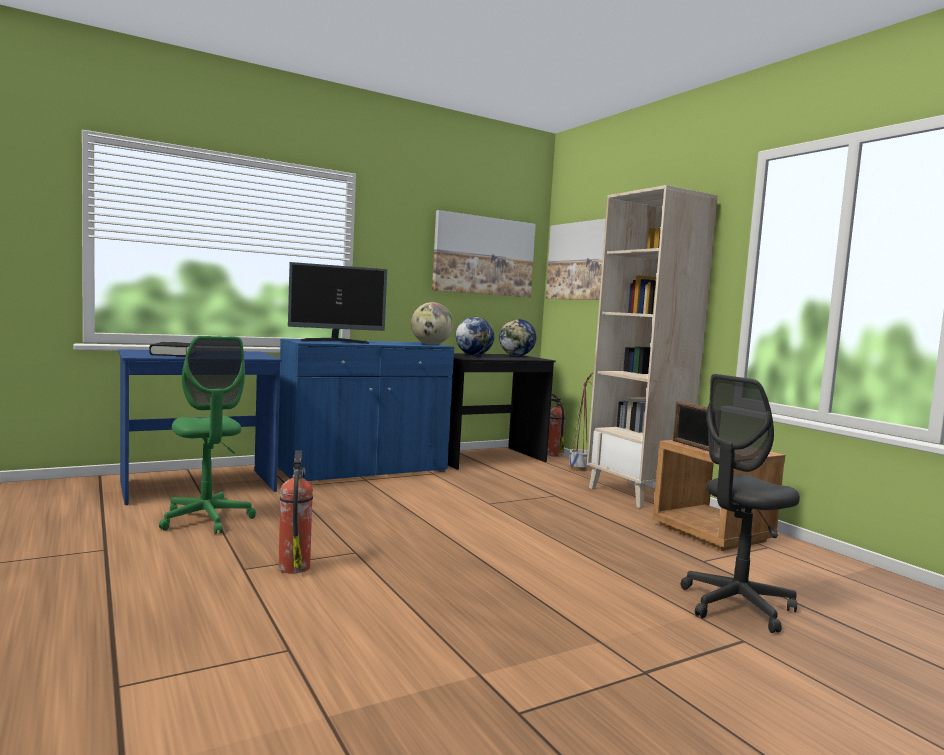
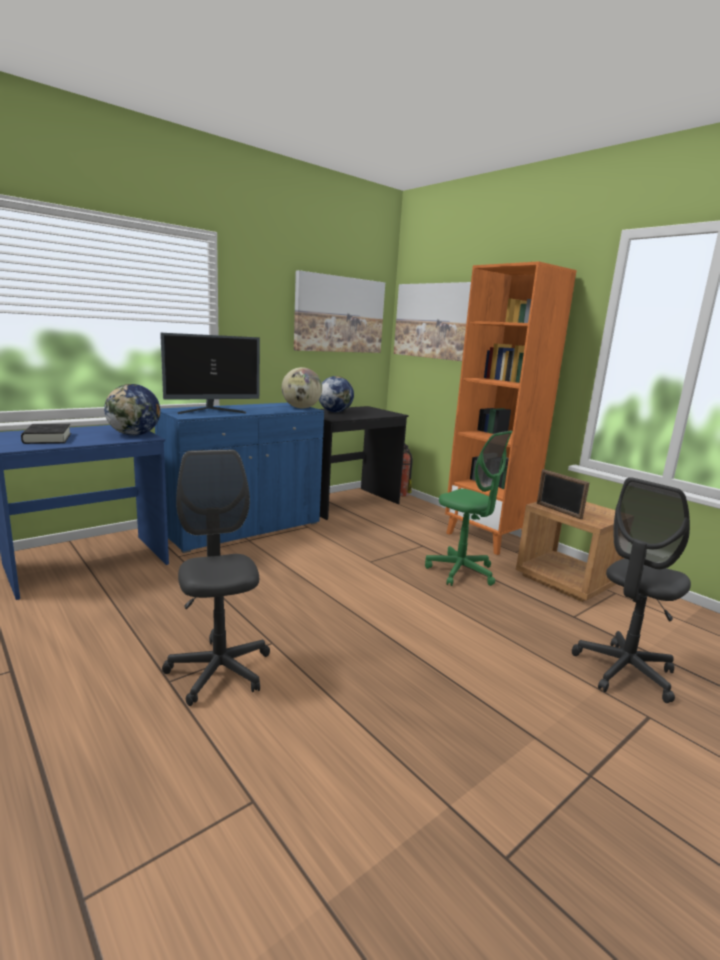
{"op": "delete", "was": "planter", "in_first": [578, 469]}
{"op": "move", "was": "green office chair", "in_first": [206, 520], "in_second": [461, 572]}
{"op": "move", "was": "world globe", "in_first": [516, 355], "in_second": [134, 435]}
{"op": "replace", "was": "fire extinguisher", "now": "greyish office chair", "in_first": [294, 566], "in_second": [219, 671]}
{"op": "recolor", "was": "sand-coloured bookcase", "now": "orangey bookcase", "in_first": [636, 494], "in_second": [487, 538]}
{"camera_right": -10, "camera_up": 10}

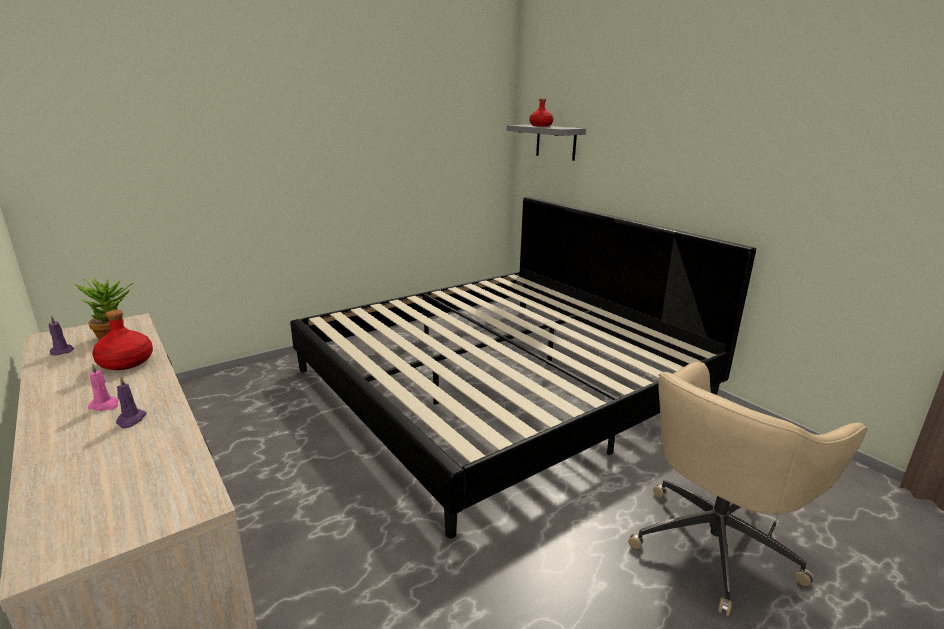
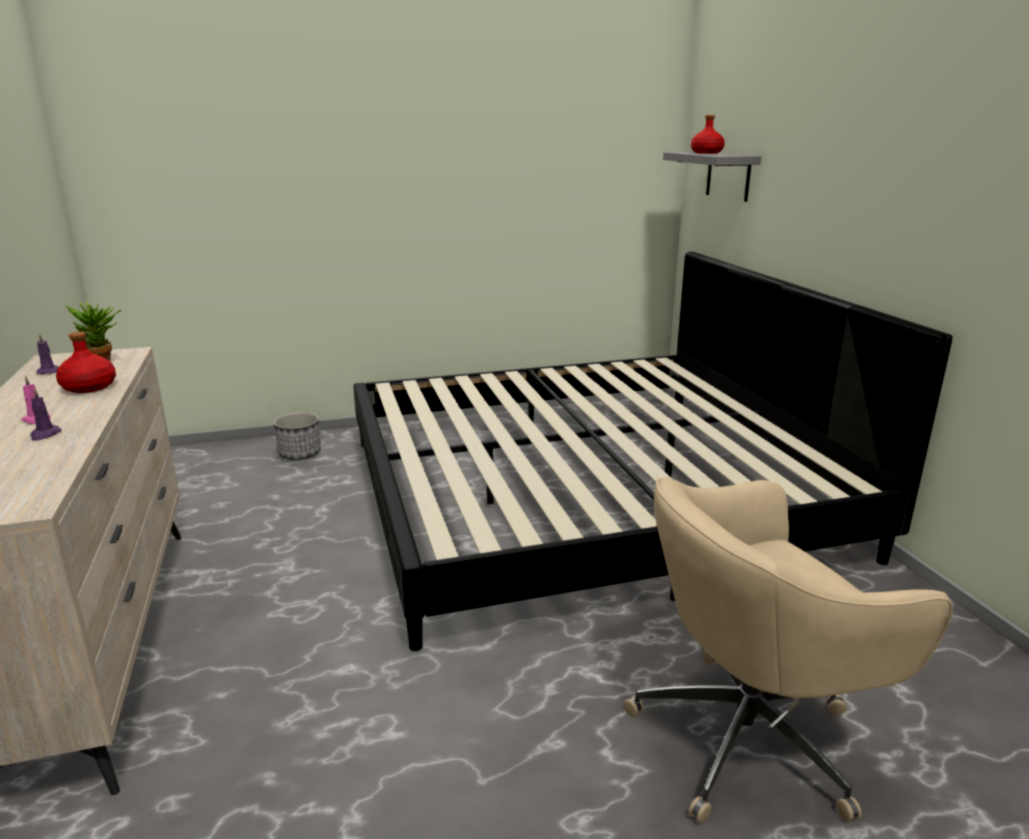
{"op": "insert", "now": "planter", "in_second": [300, 454]}
{"camera_right": 20, "camera_up": 0}

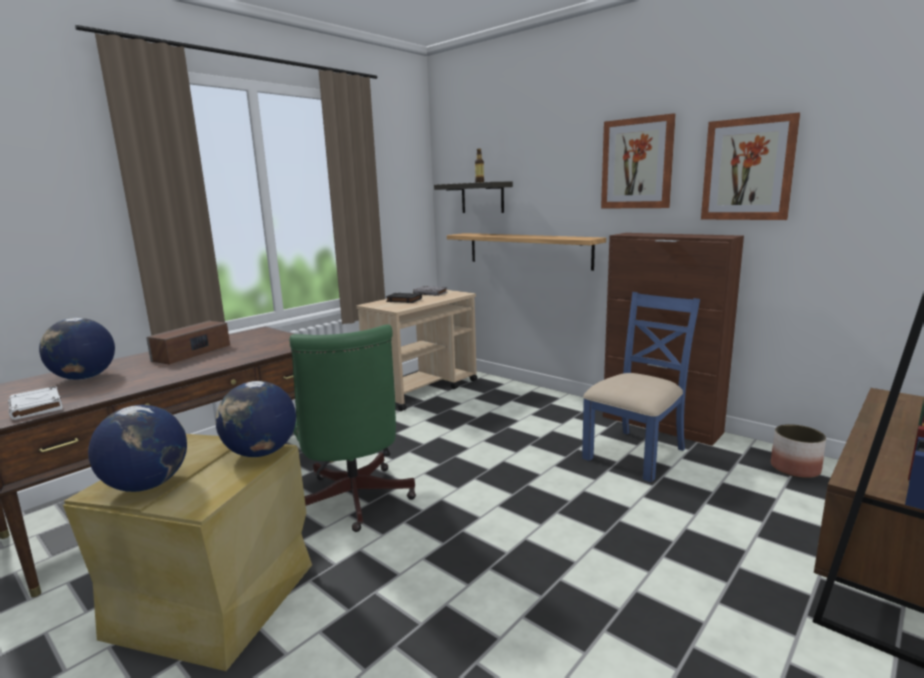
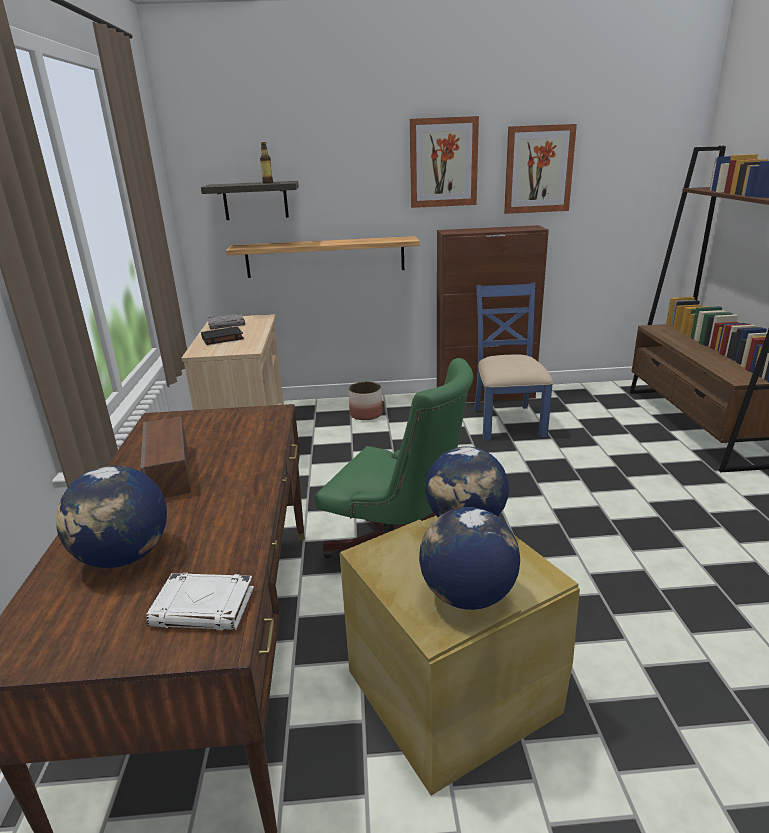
{"op": "move", "was": "planter", "in_first": [795, 468], "in_second": [366, 414]}
{"camera_right": -45, "camera_up": 10}

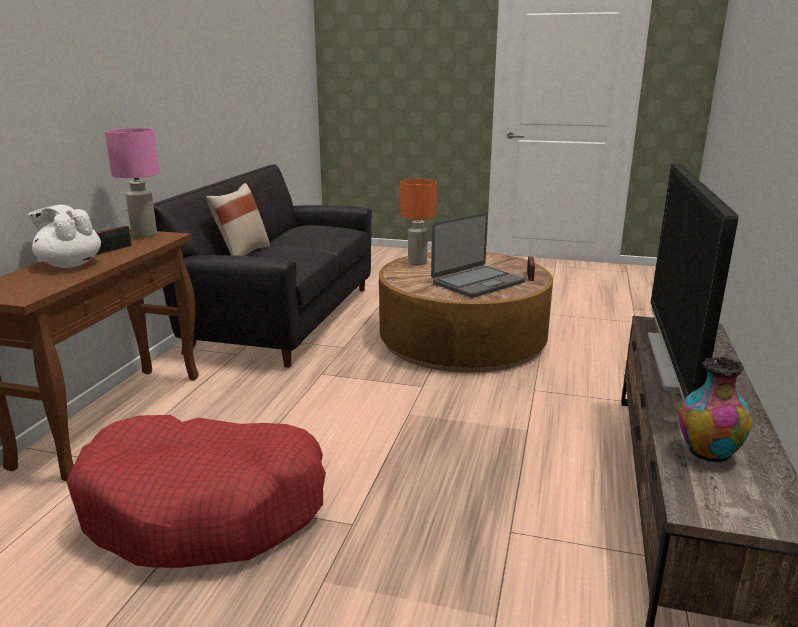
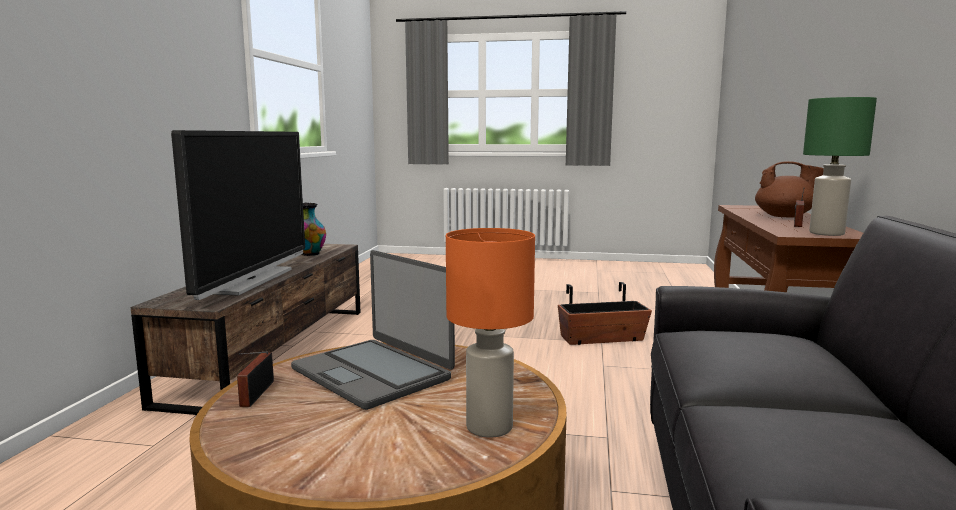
{"op": "delete", "was": "sand-coloured cushion", "in_first": [242, 254]}
{"op": "replace", "was": "red-coloured dog bed", "now": "planter", "in_first": [205, 508], "in_second": [602, 338]}
{"op": "recolor", "was": "whitish tea pot", "now": "brown-coloured tea pot", "in_first": [69, 264], "in_second": [785, 216]}
{"op": "recolor", "was": "pink-coloured tabletop lamp", "now": "green tabletop lamp", "in_first": [143, 235], "in_second": [827, 233]}
{"op": "rotate", "was": "laptop", "in_first": [477, 282], "in_second": [373, 373], "clockwise": -90}
{"camera_right": 175, "camera_up": -10}

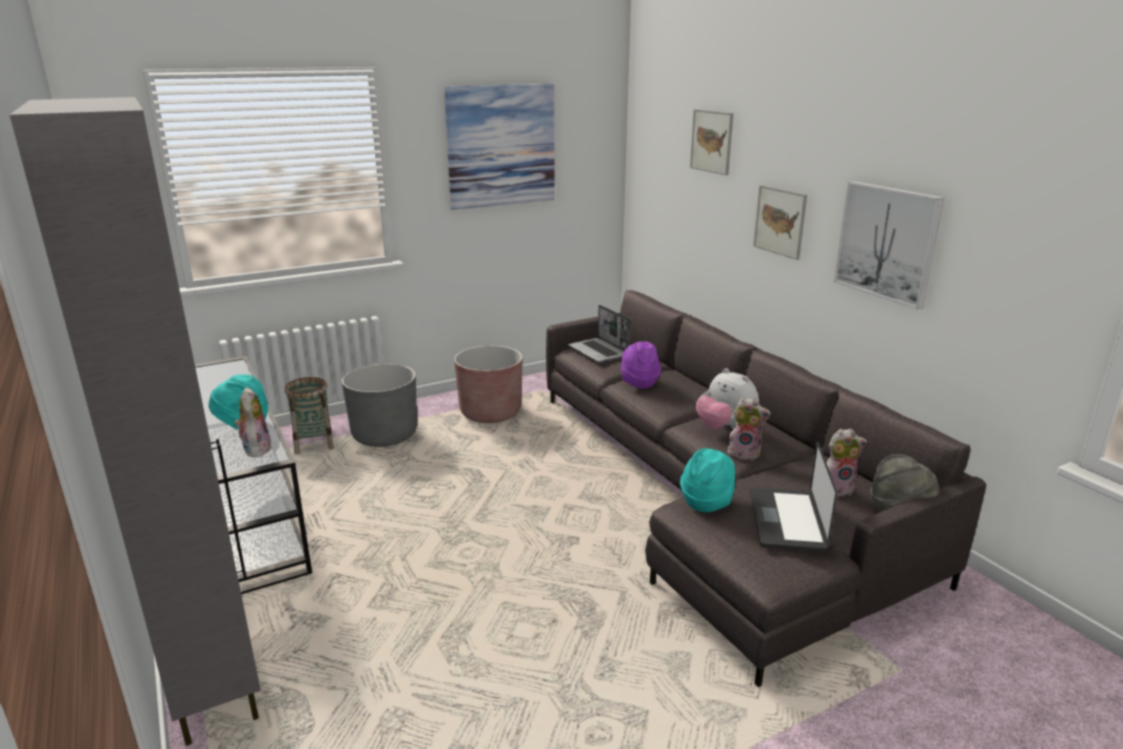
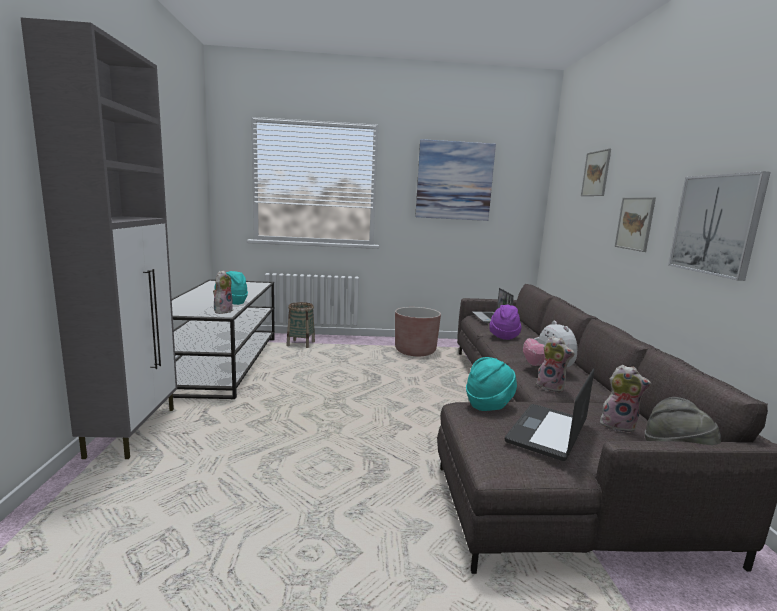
{"op": "delete", "was": "greyish planter", "in_first": [384, 435]}
{"camera_right": 25, "camera_up": -10}

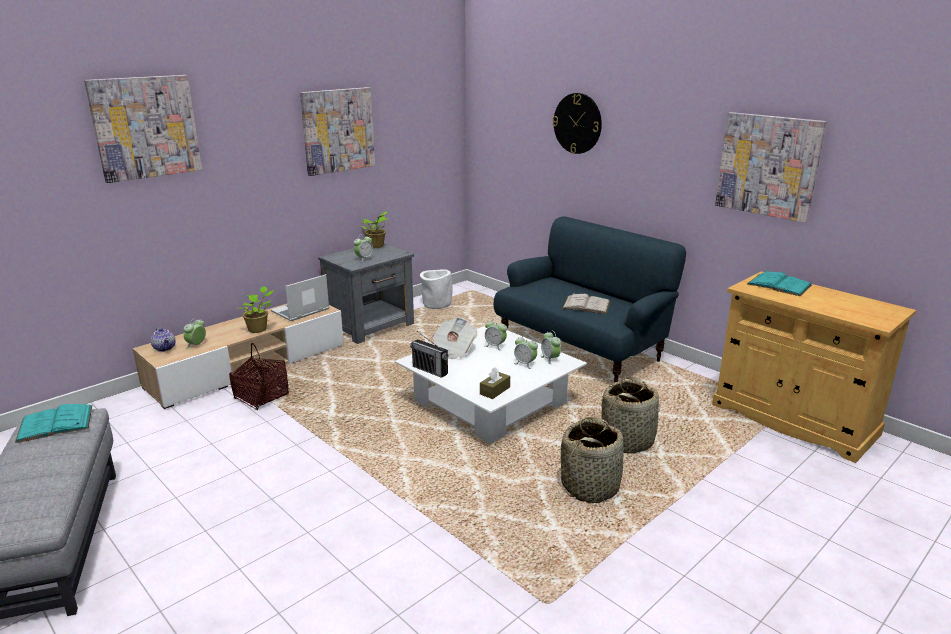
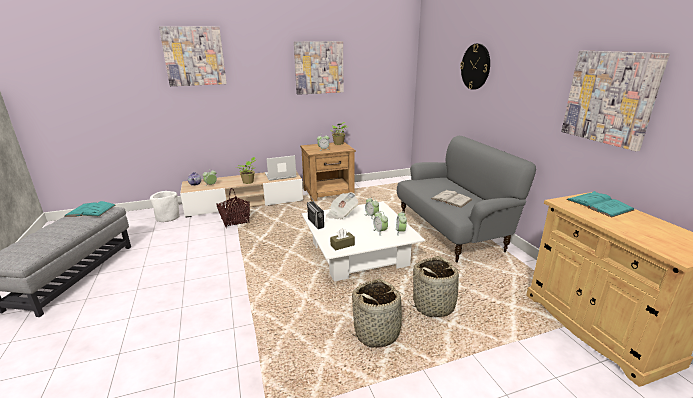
{"op": "move", "was": "whitish planter", "in_first": [436, 304], "in_second": [168, 217]}
{"op": "recolor", "was": "greyish night table", "now": "brown-coloured night table", "in_first": [371, 326], "in_second": [329, 193]}
{"op": "recolor", "was": "blue couch", "now": "greyish couch", "in_first": [580, 348], "in_second": [451, 231]}
{"camera_right": 25, "camera_up": 0}

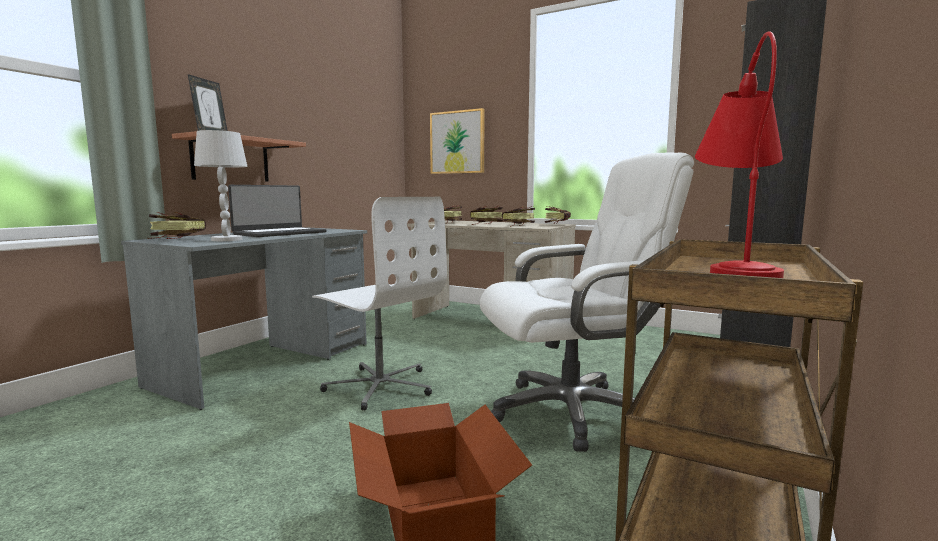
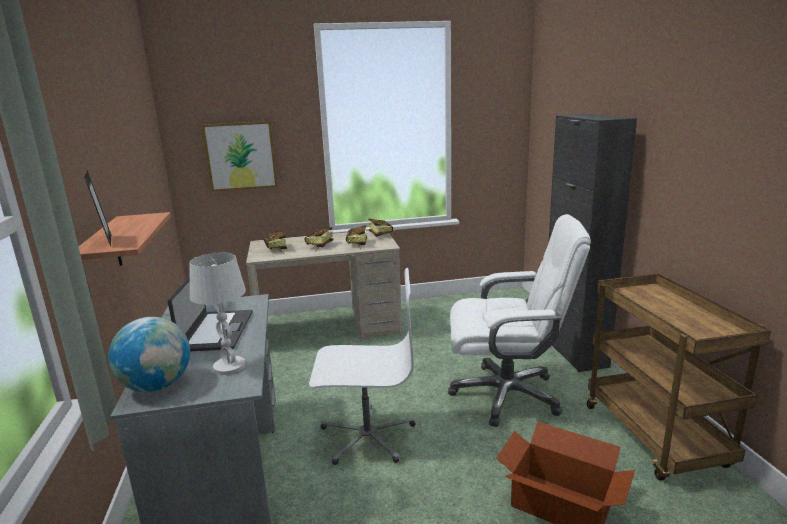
{"op": "delete", "was": "red-coloured tabletop lamp", "in_first": [735, 271]}
{"op": "replace", "was": "bound book", "now": "world globe", "in_first": [174, 238], "in_second": [157, 386]}
{"op": "rotate", "was": "whitish office chair", "in_first": [570, 411], "in_second": [507, 394], "clockwise": 60}
{"camera_right": -40, "camera_up": 10}

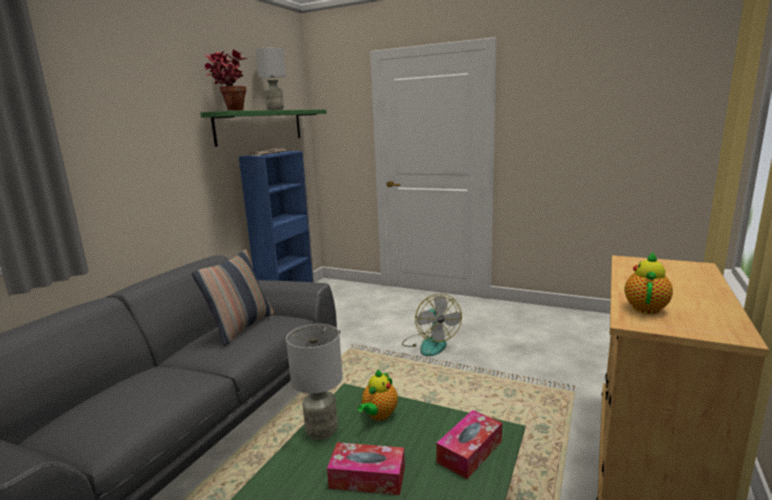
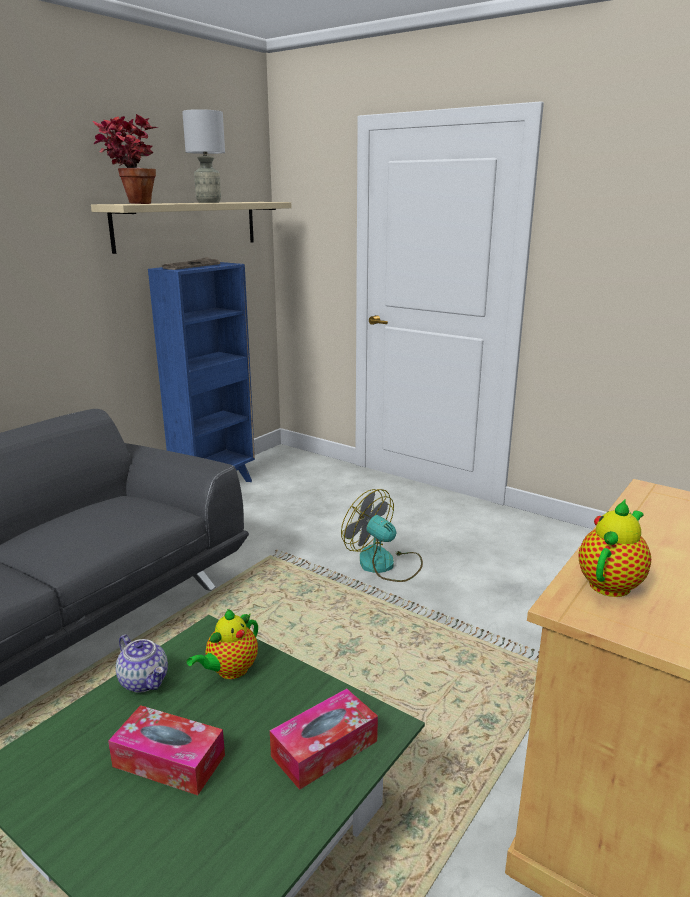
{"op": "delete", "was": "cushion", "in_first": [241, 327]}
{"op": "replace", "was": "greyish tabletop lamp", "now": "tea pot", "in_first": [321, 431], "in_second": [145, 681]}
{"op": "recolor", "was": "green shelf", "now": "sand-coloured shelf", "in_first": [260, 126], "in_second": [187, 225]}
{"op": "rotate", "was": "cooling fan", "in_first": [430, 344], "in_second": [384, 564], "clockwise": 135}
{"camera_right": 10, "camera_up": 5}

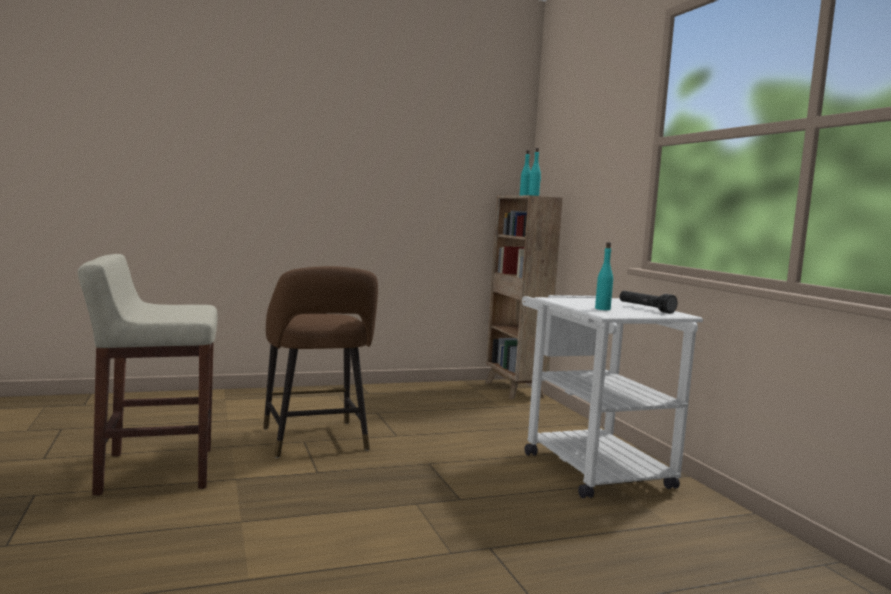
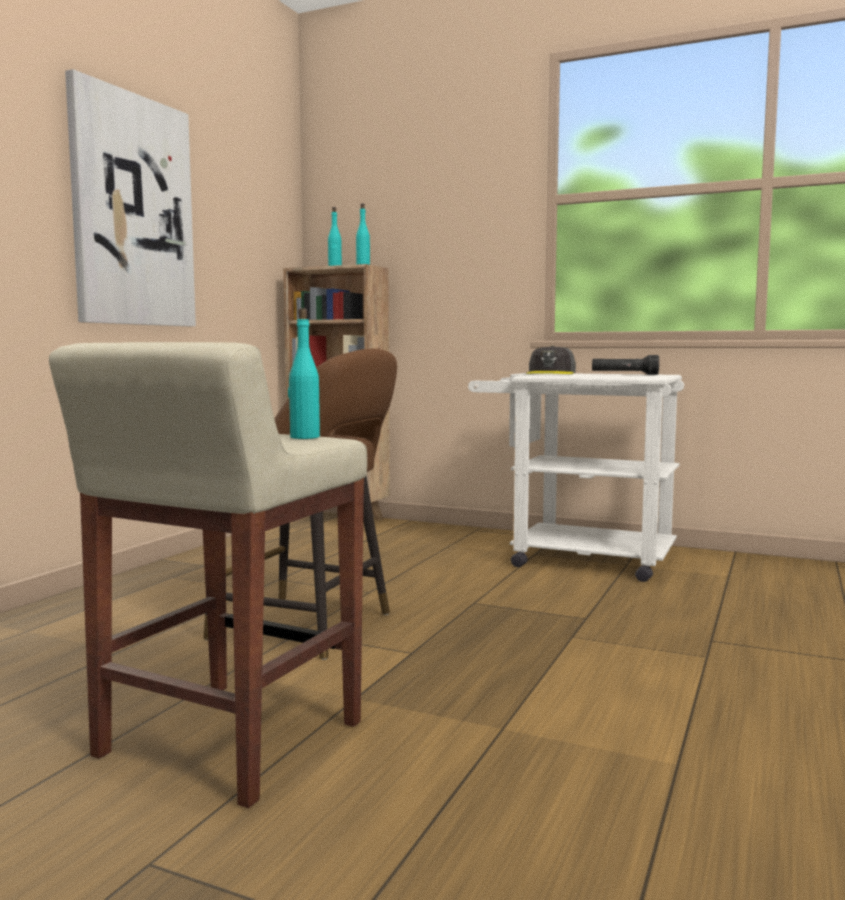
{"op": "insert", "now": "picture", "in_second": [132, 211]}
{"op": "insert", "now": "greyish peaked cap", "in_second": [551, 373]}
{"op": "move", "was": "turquoise-coloured beverage bottle", "in_first": [602, 309], "in_second": [304, 437]}
{"camera_right": -45, "camera_up": 0}

